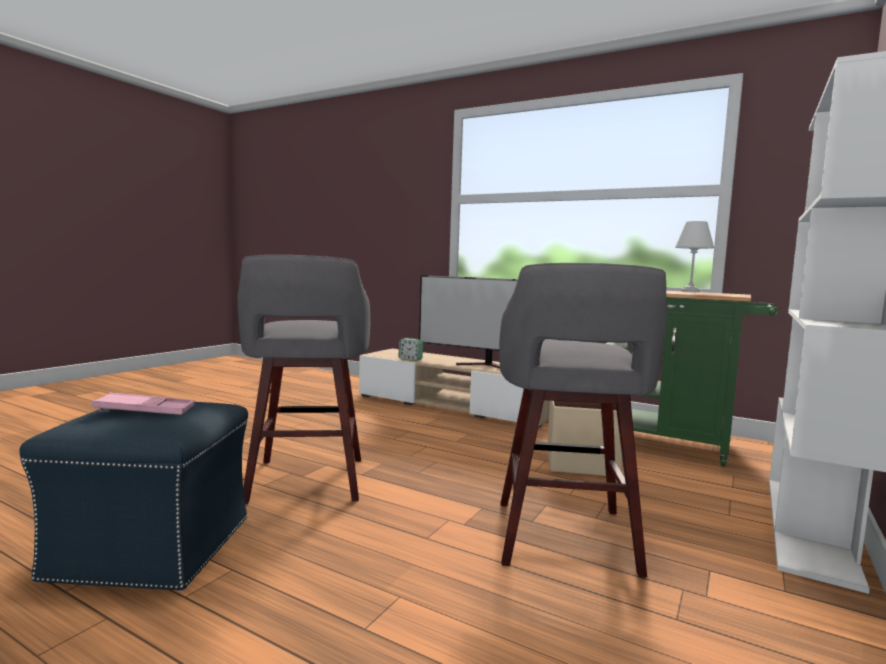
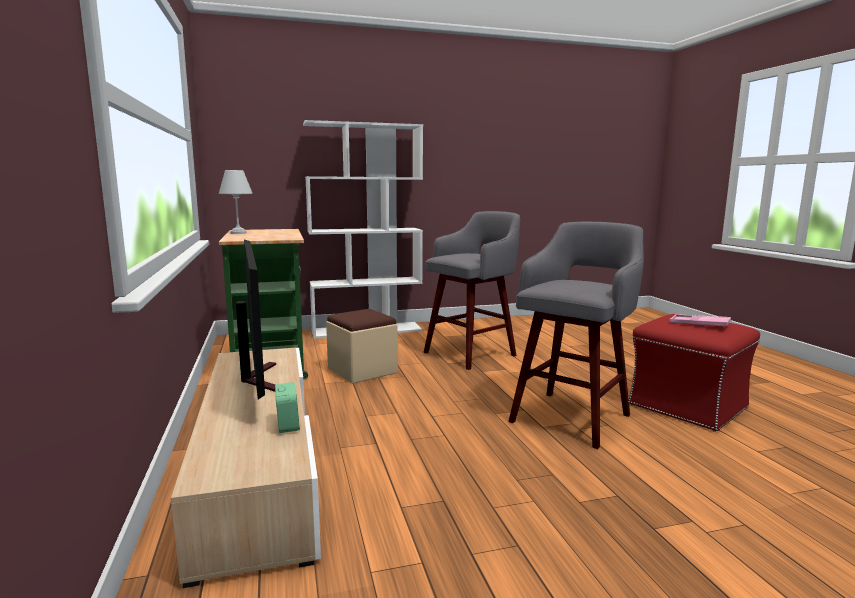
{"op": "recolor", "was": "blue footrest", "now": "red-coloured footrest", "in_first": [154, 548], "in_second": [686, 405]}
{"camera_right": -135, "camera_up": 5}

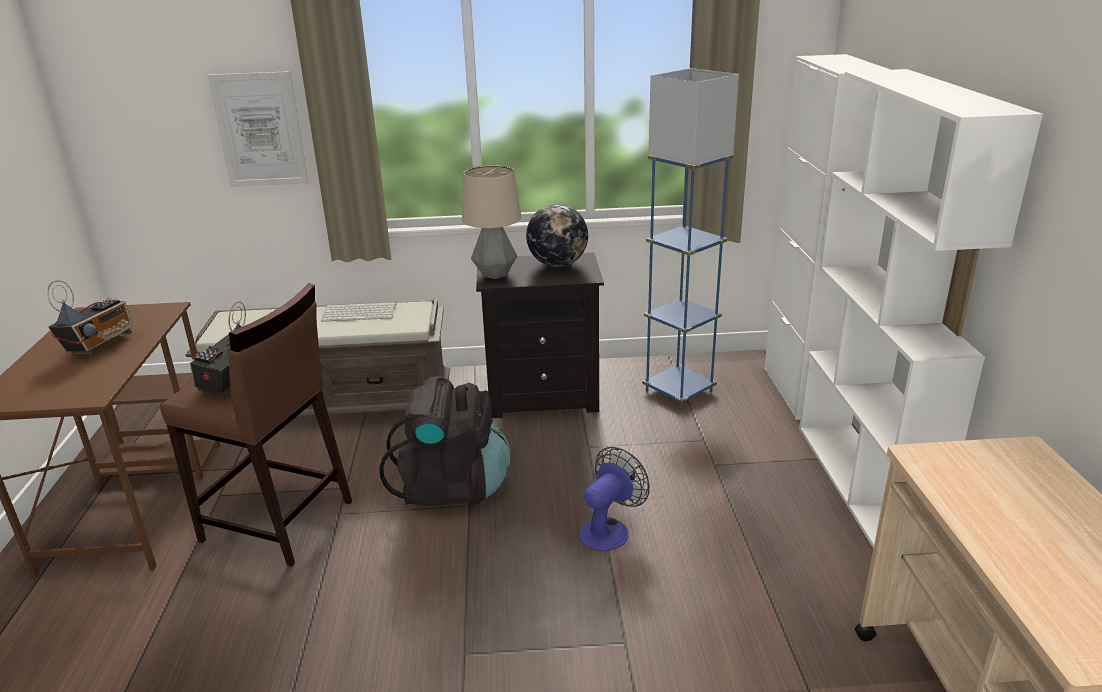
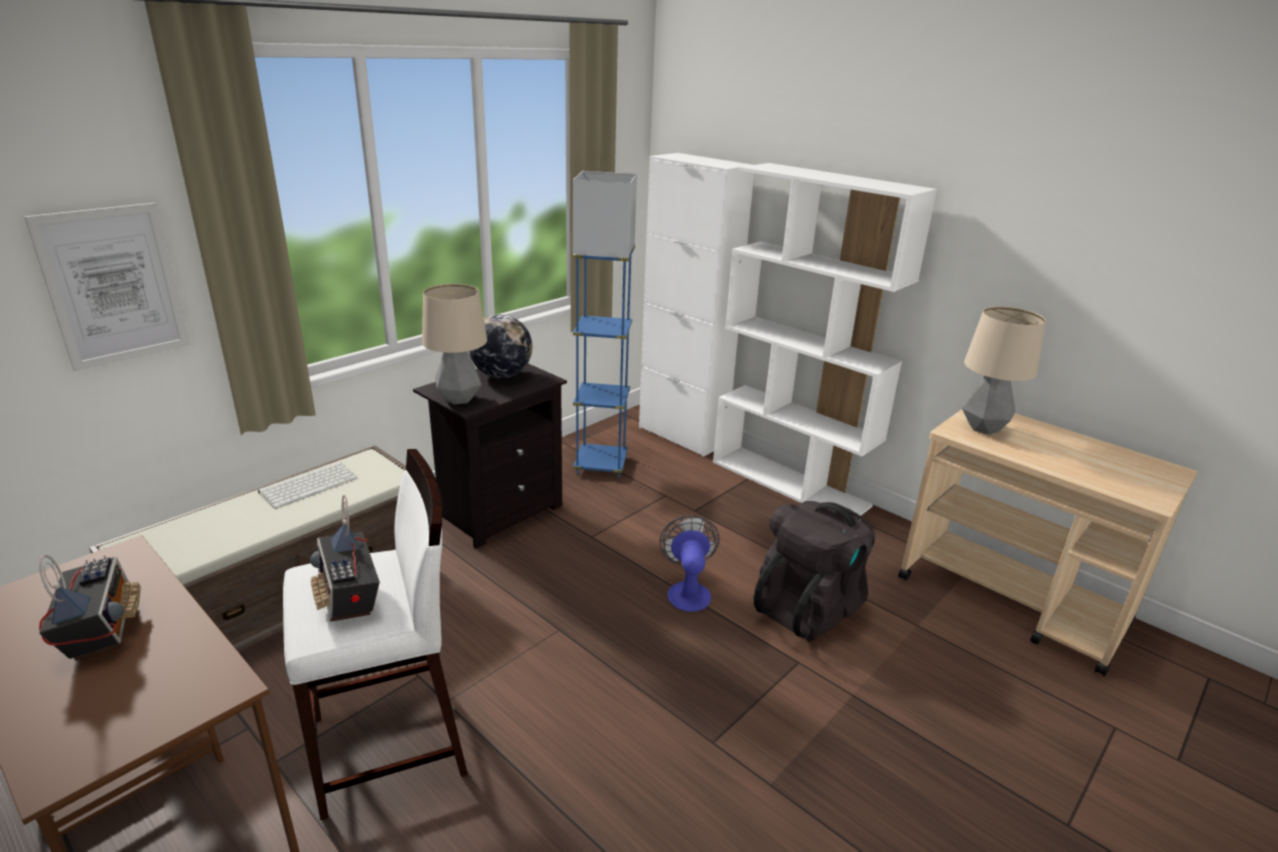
{"op": "insert", "now": "tabletop lamp", "in_second": [983, 428]}
{"op": "move", "was": "blackish knapsack", "in_first": [452, 487], "in_second": [809, 608]}
{"op": "recolor", "was": "brown-coloured stool seat", "now": "whitish stool seat", "in_first": [277, 522], "in_second": [390, 746]}
{"camera_right": -45, "camera_up": 0}

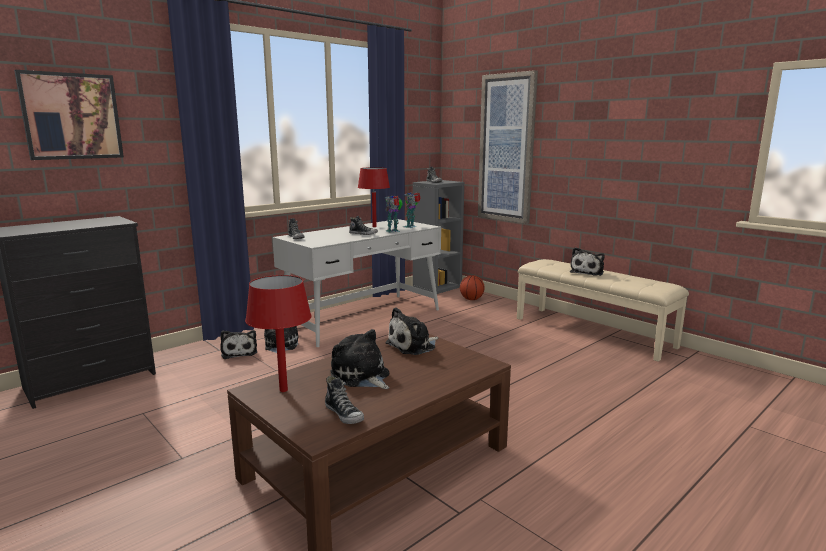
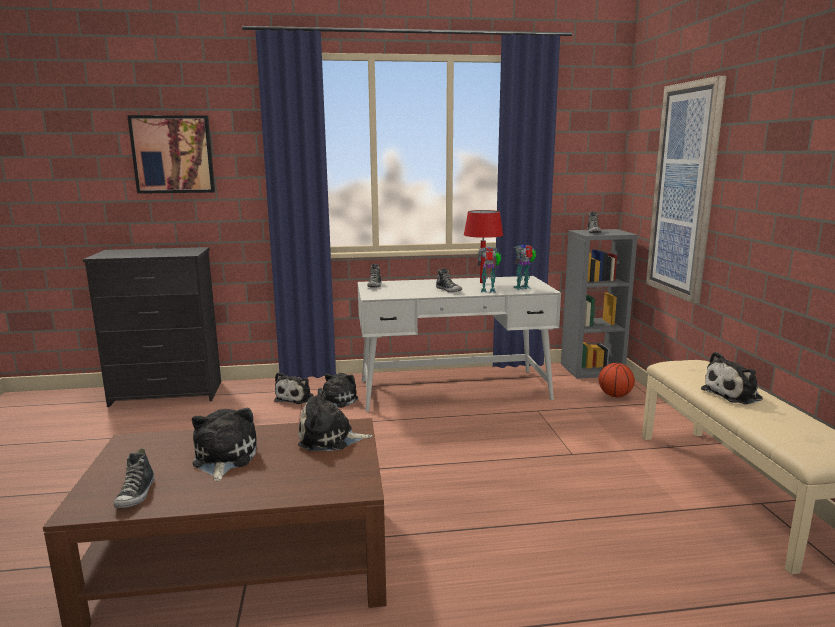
{"op": "delete", "was": "red-coloured tabletop lamp", "in_first": [283, 390]}
{"camera_right": 35, "camera_up": 0}

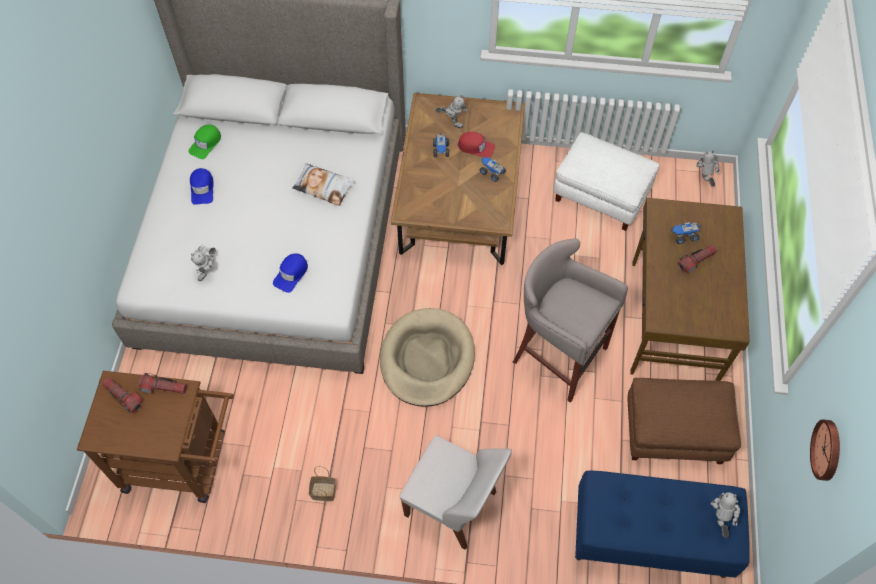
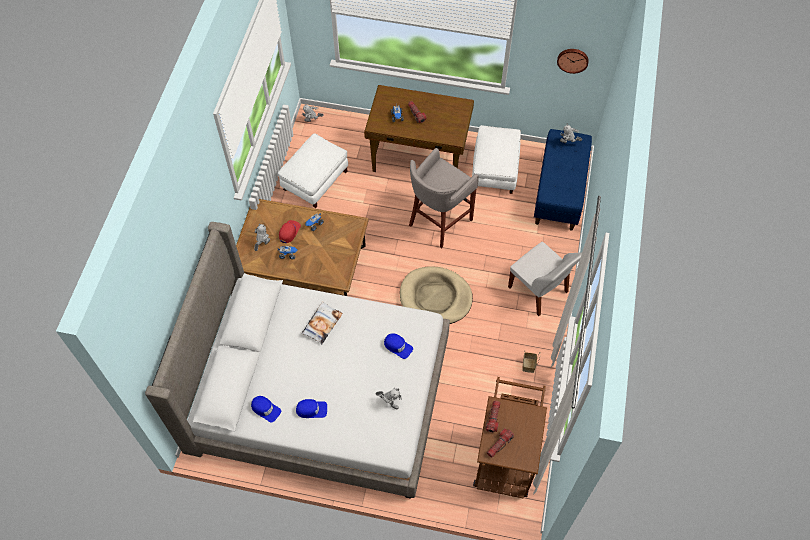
{"op": "recolor", "was": "green peaked cap", "now": "blue peaked cap", "in_first": [205, 144], "in_second": [265, 409]}
{"op": "recolor", "was": "brown-coloured footrest", "now": "whitish footrest", "in_first": [674, 432], "in_second": [495, 170]}
{"op": "rotate", "was": "whitish chair", "in_first": [453, 505], "in_second": [539, 291], "clockwise": 105}
{"camera_right": -85, "camera_up": 0}

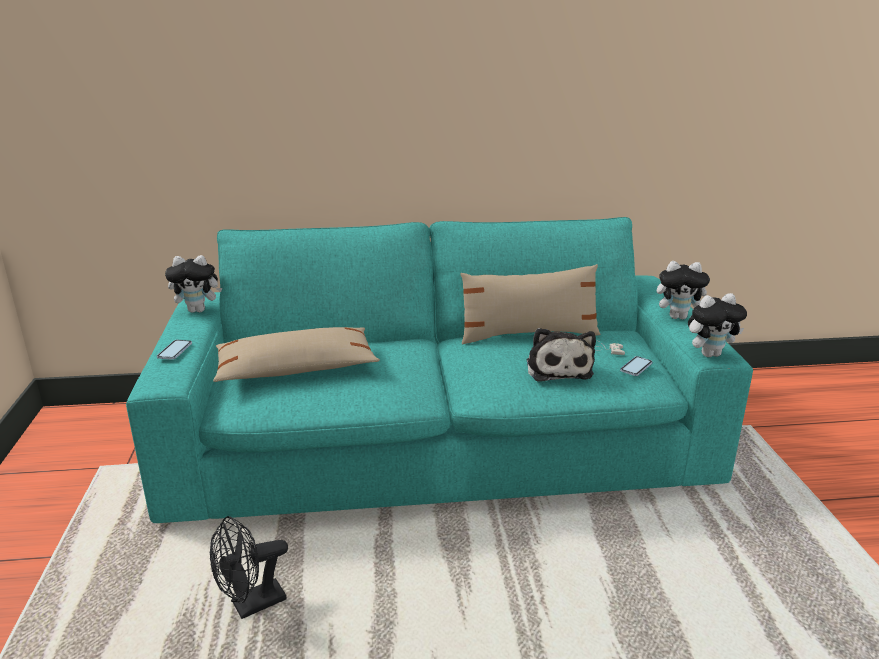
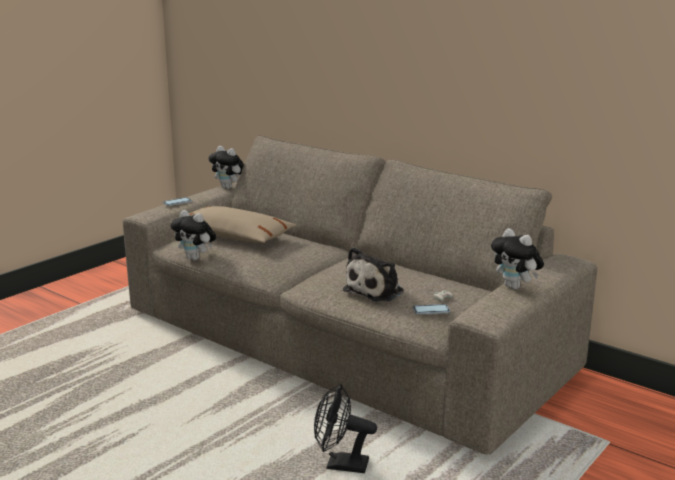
{"op": "delete", "was": "sand-coloured cushion", "in_first": [528, 334]}
{"op": "move", "was": "blackish cooling fan", "in_first": [251, 605], "in_second": [340, 465]}
{"op": "move", "was": "cuddly toy", "in_first": [710, 354], "in_second": [195, 258]}
{"op": "recolor", "was": "turquoise-coloured couch", "now": "sand-coloured couch", "in_first": [439, 444], "in_second": [338, 342]}
{"camera_right": 45, "camera_up": -5}

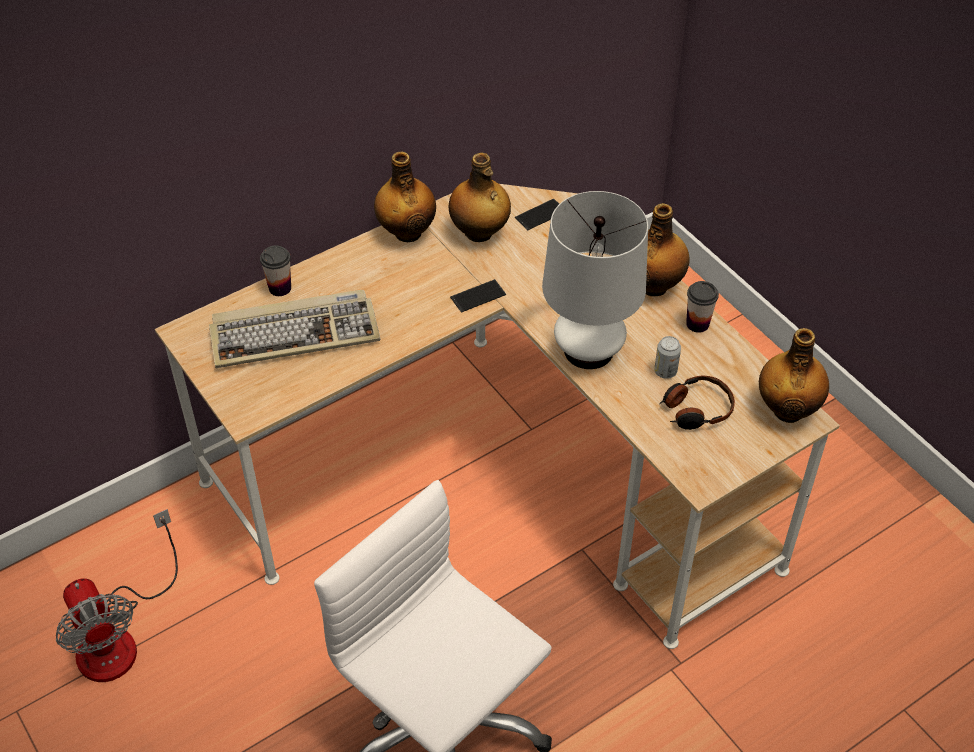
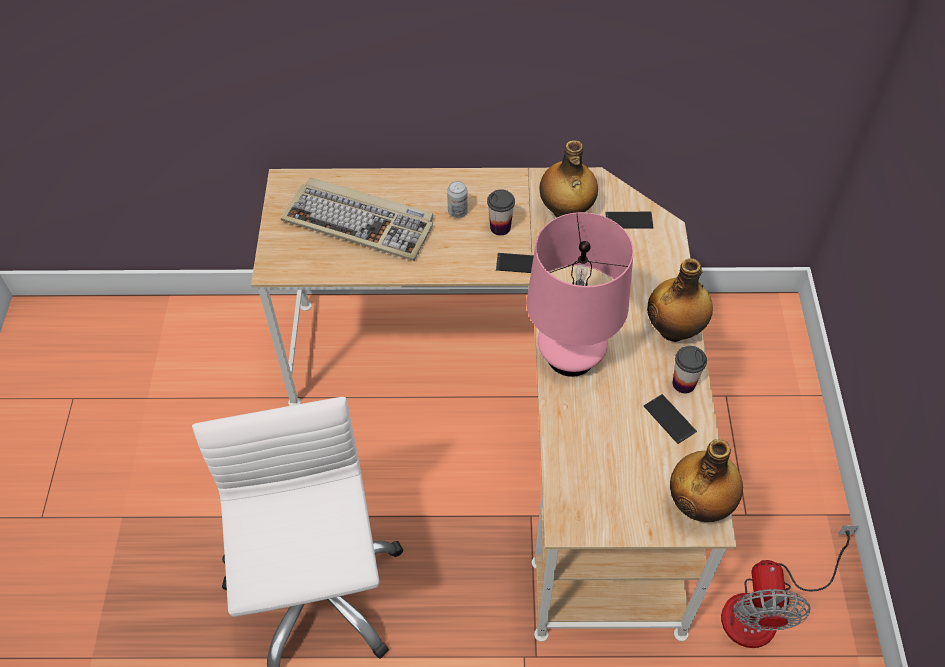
{"op": "delete", "was": "beverage bottle", "in_first": [407, 232]}
{"op": "delete", "was": "headset", "in_first": [696, 409]}
{"op": "insert", "now": "handset", "in_second": [669, 419]}
{"op": "move", "was": "cooling fan", "in_first": [119, 636], "in_second": [764, 609]}
{"op": "move", "was": "drinking cup", "in_first": [280, 288], "in_second": [500, 227]}
{"op": "move", "was": "metal can", "in_first": [665, 371], "in_second": [457, 212]}
{"op": "recolor", "was": "whitish tabletop lamp", "now": "pink-coloured tabletop lamp", "in_first": [588, 350], "in_second": [570, 356]}
{"camera_right": 35, "camera_up": 5}

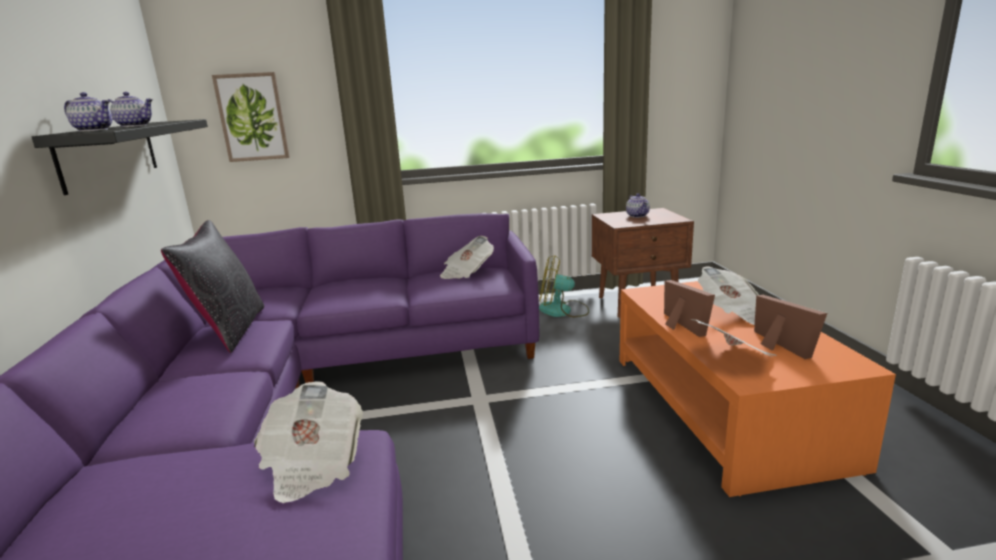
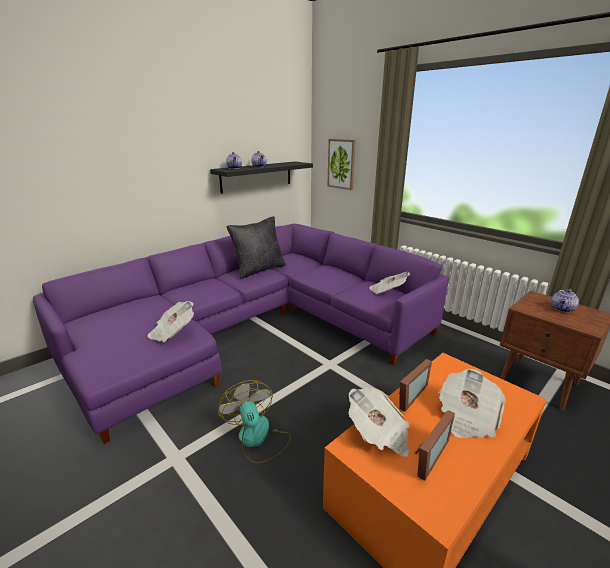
{"op": "move", "was": "cooling fan", "in_first": [563, 311], "in_second": [257, 439]}
{"camera_right": 55, "camera_up": 5}

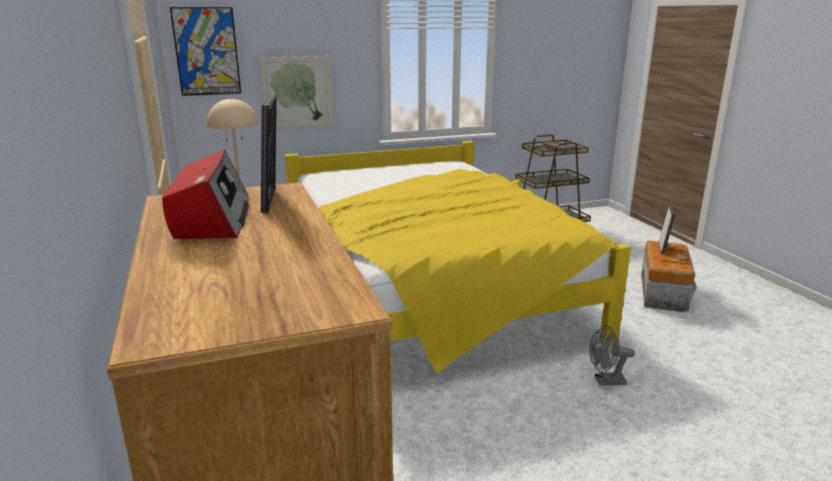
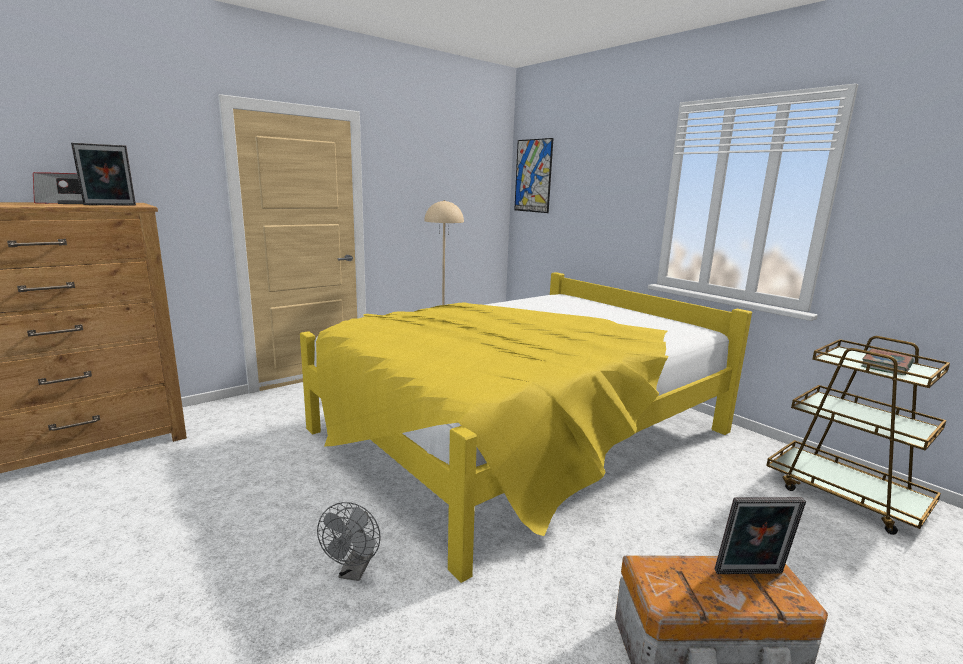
{"op": "delete", "was": "picture", "in_first": [297, 92]}
{"op": "rotate", "was": "greyish cooling fan", "in_first": [605, 381], "in_second": [354, 572], "clockwise": -150}
{"camera_right": 70, "camera_up": -5}

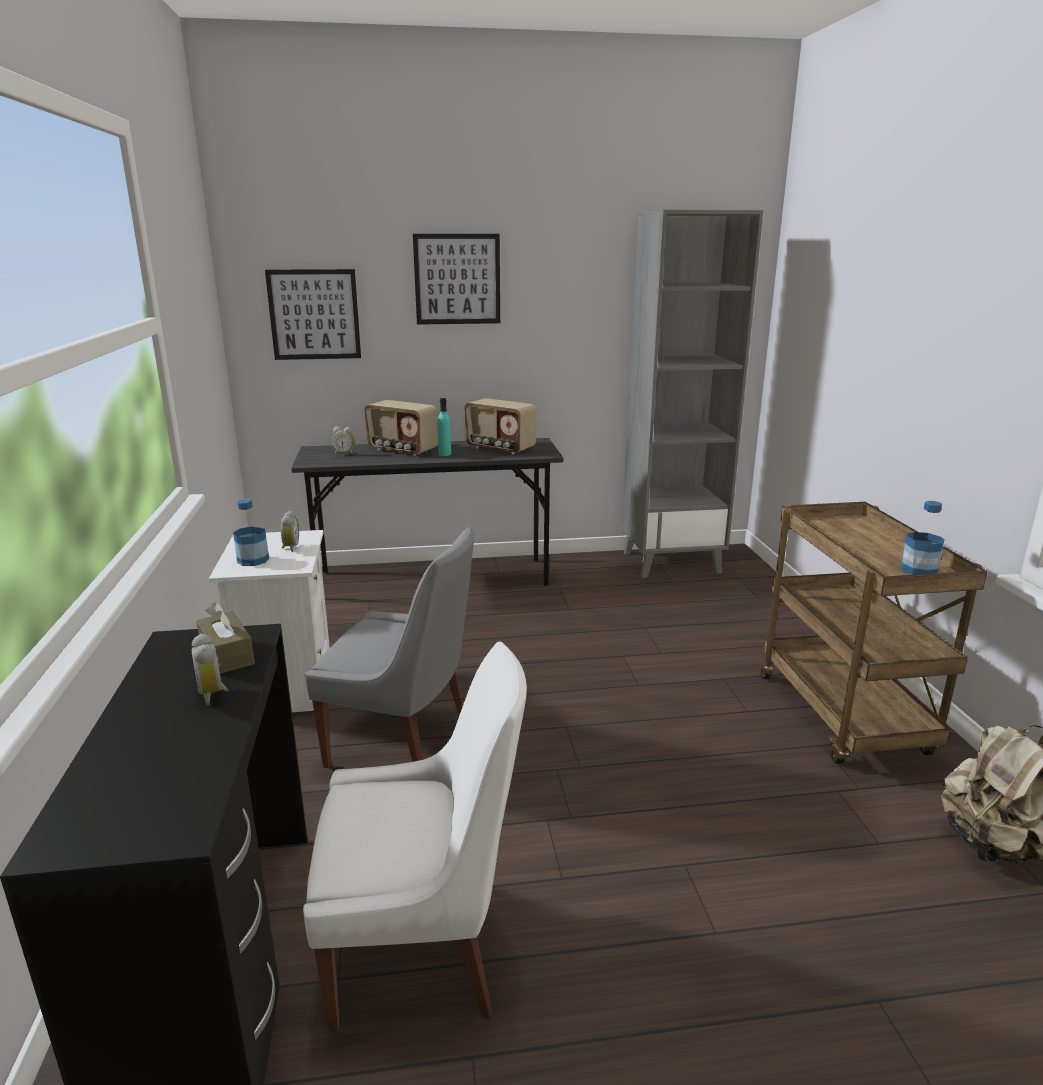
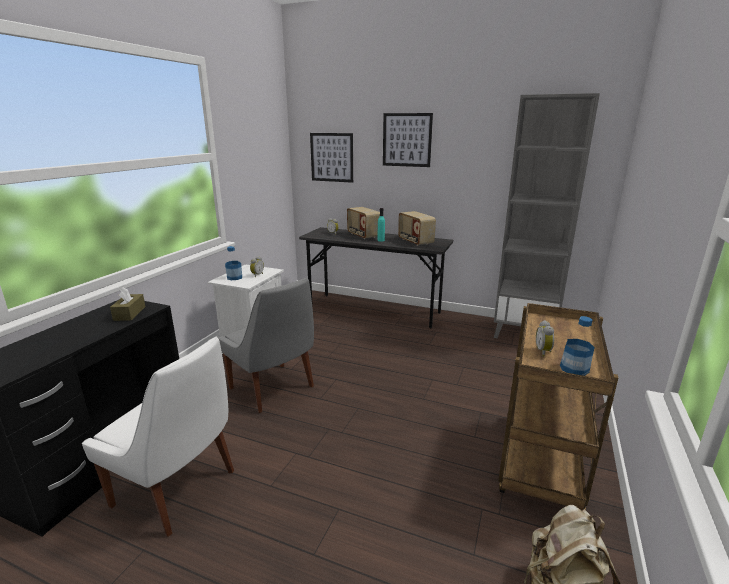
{"op": "move", "was": "bedside clock", "in_first": [214, 694], "in_second": [544, 352]}
{"camera_right": 30, "camera_up": 0}

